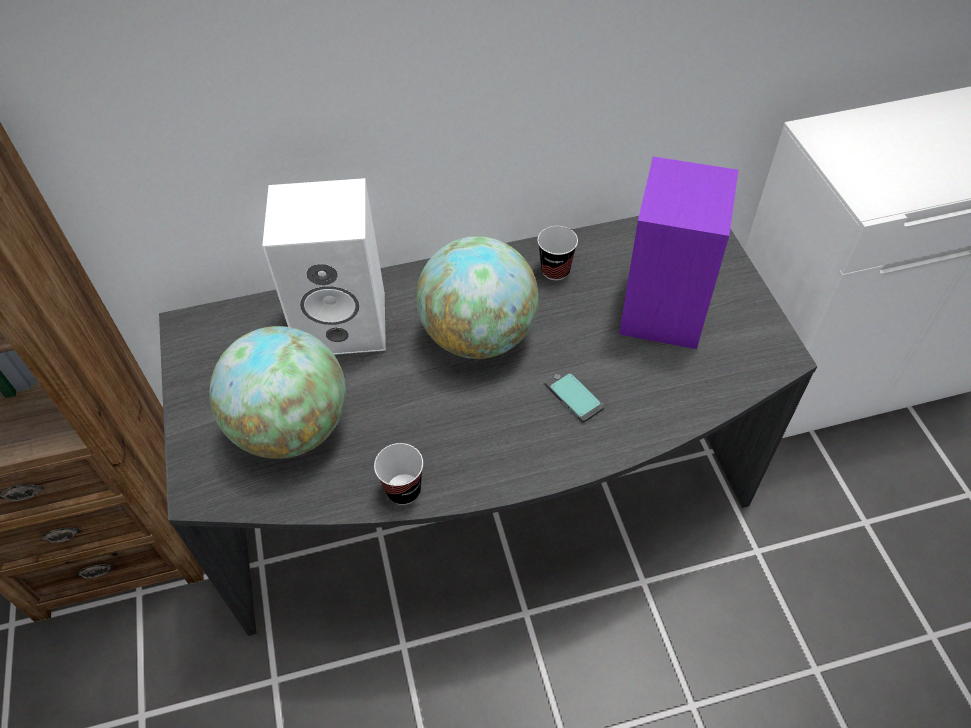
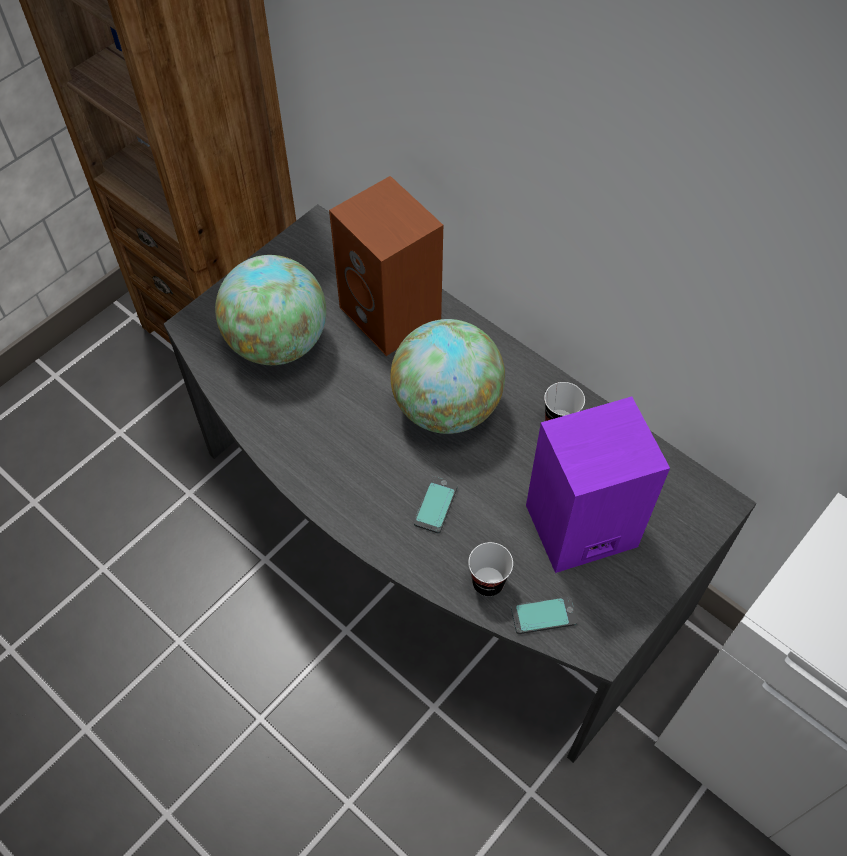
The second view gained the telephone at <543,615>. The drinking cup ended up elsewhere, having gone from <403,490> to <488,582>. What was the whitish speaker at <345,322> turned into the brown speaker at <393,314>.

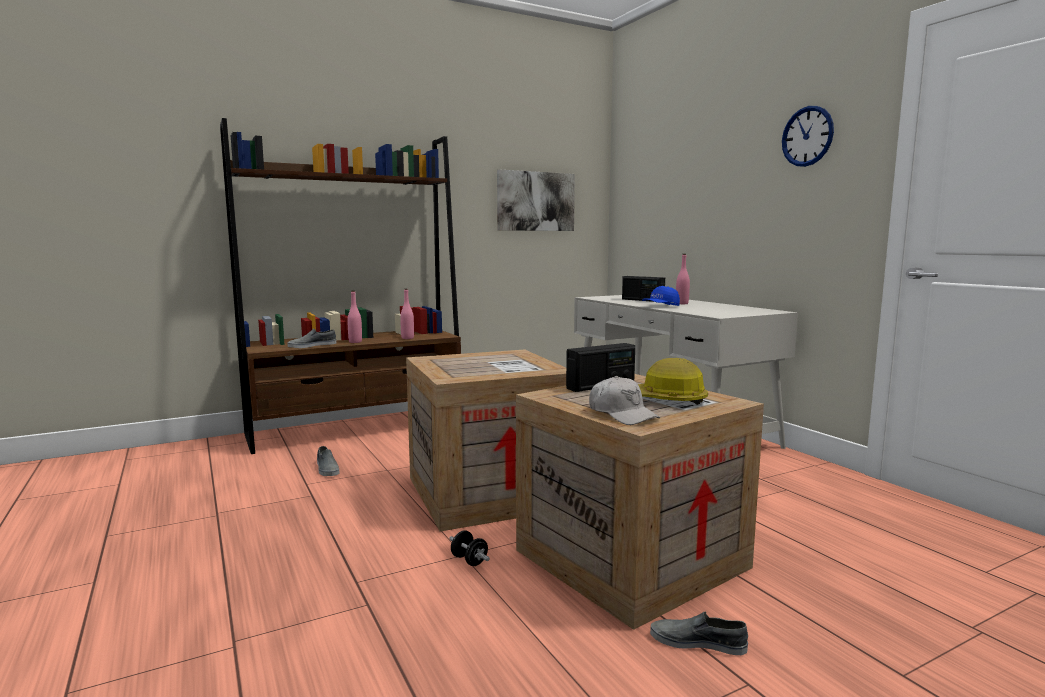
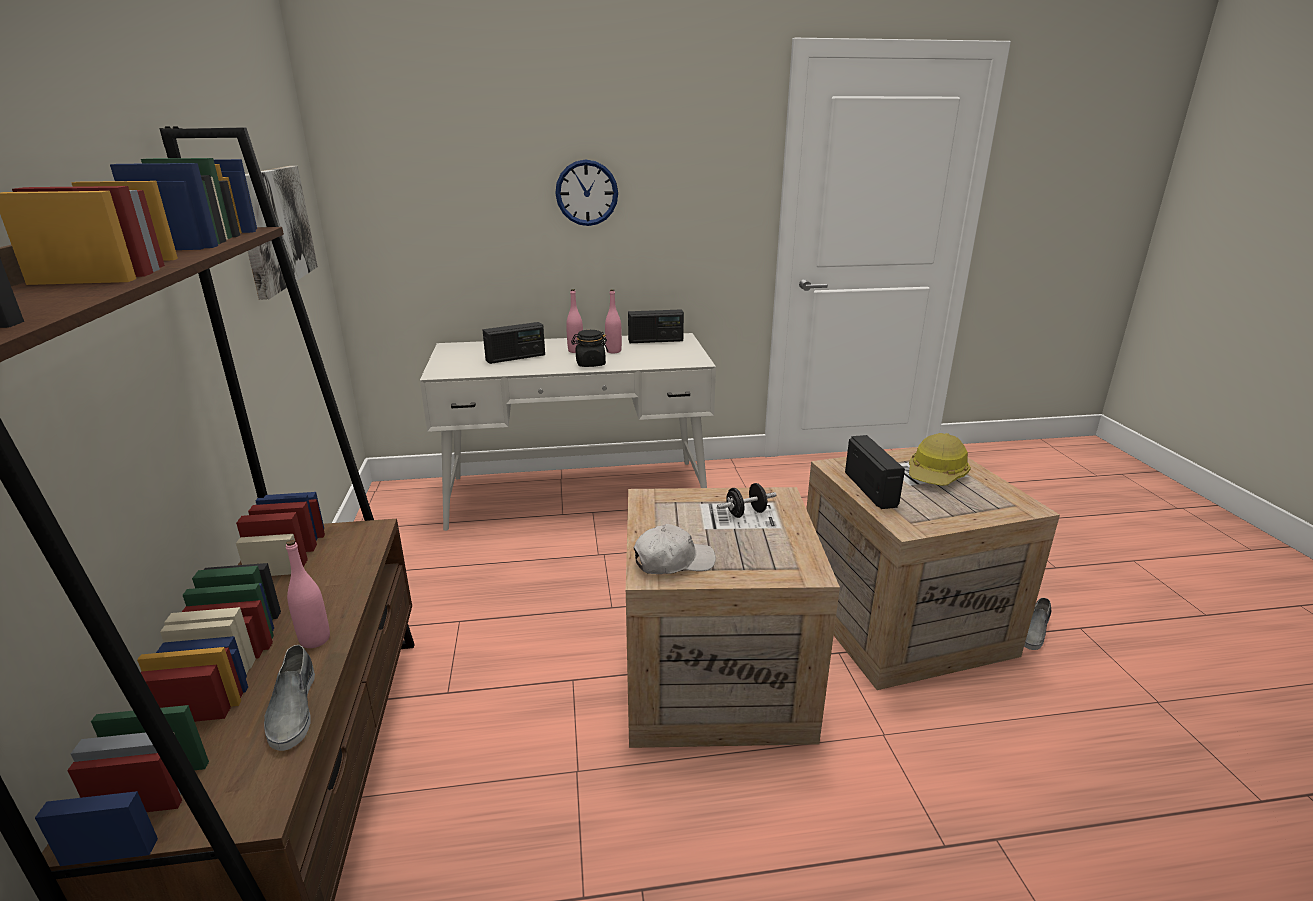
The second view lost the grey low shoe at <327,469>. The second view gained the radio receiver at <655,340>. The pink beverage bottle ended up elsewhere, having gone from <407,338> to <613,351>. The blackish dumbbell ended up elsewhere, having gone from <469,560> to <745,513>. The whitish peaked cap ended up elsewhere, having gone from <622,414> to <673,561>. The clock on the wall ended up elsewhere, having gone from <807,136> to <586,193>. Where the blue-coloured peaked cap stood at <660,306>, the blackish preserve jar came to stand at <590,364>.

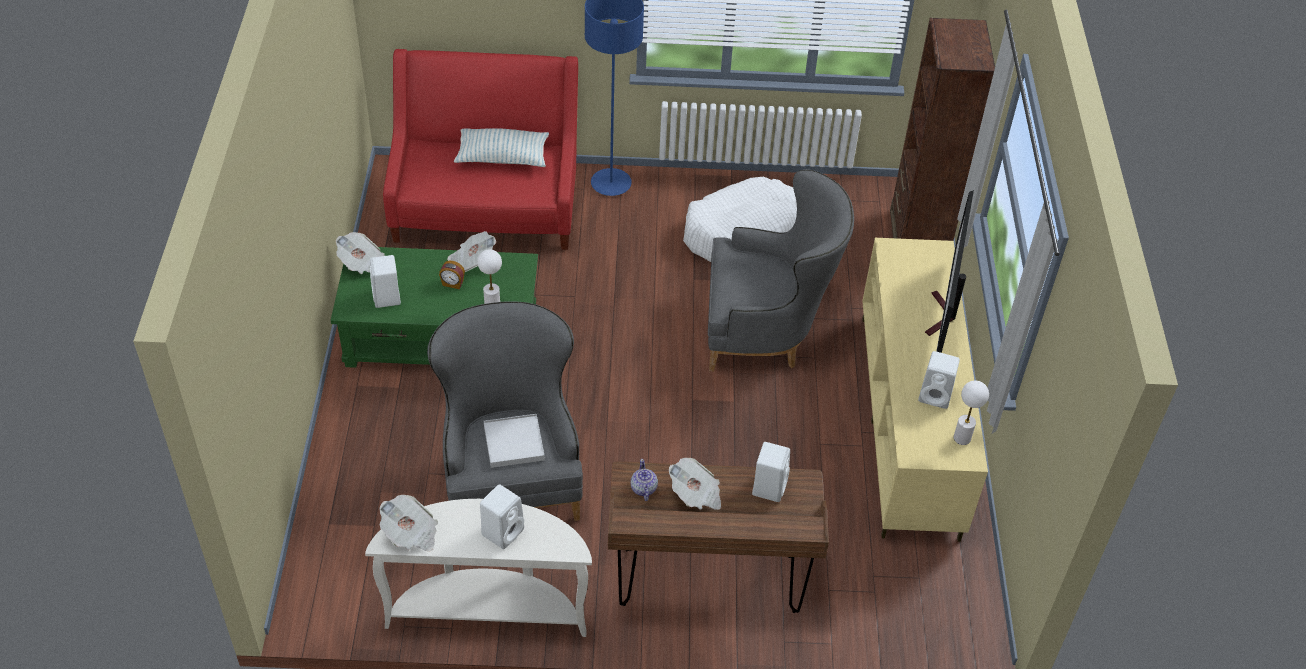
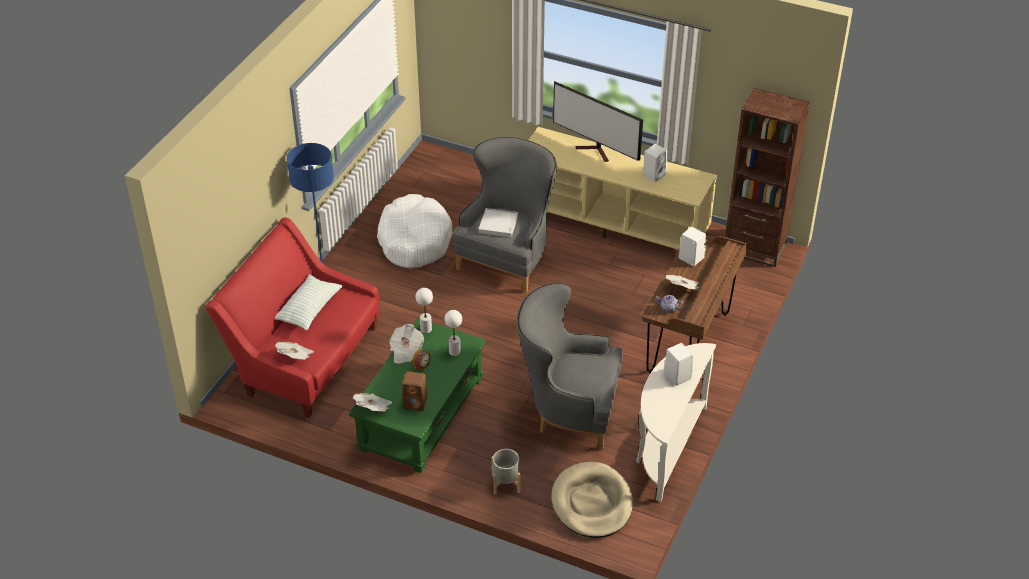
The second view gained the grey planter at <506,483>. The second view gained the beige-coloured pet bed at <592,503>. The printed paper ended up elsewhere, having gone from <411,534> to <295,357>. The whitish carrying tray ended up elsewhere, having gone from <513,443> to <498,224>. The brown shelving unit ended up elsewhere, having gone from <918,236> to <754,248>. The whitish lamp for a table ended up elsewhere, having gone from <961,438> to <426,329>. What was the whitish speaker at <387,298> turned into the brown speaker at <416,403>.

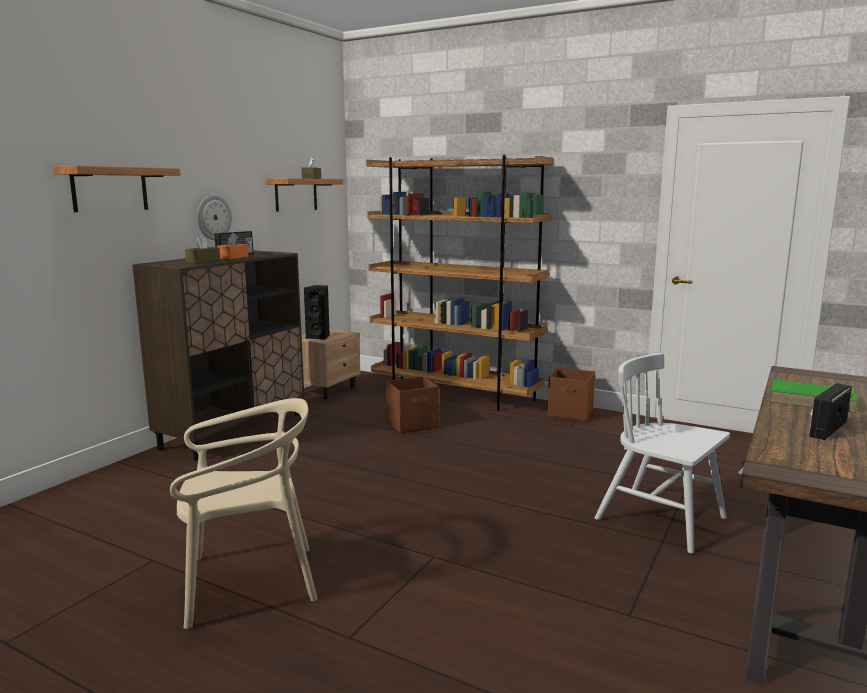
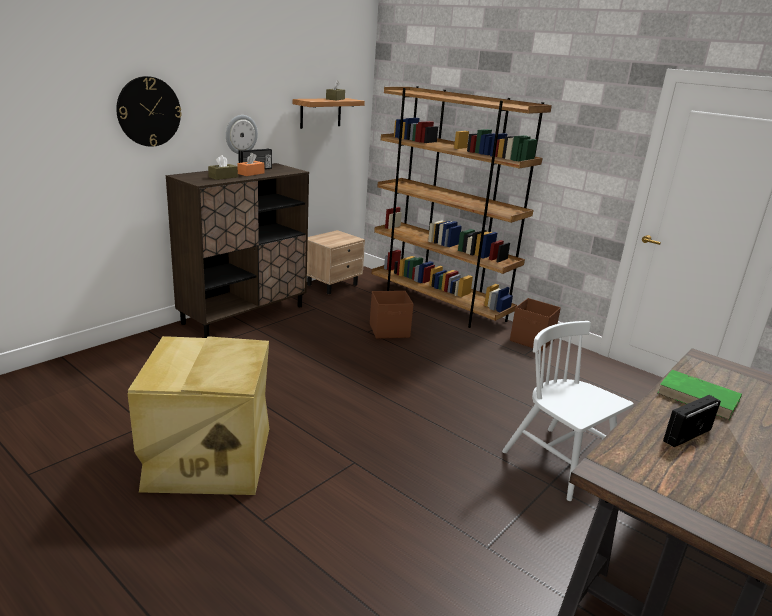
The second view lost the blackish speaker at <319,337>. Where the bracket shelf hung at <110,189>, the clock on the wall came to hang at <149,111>. Where the beige-coloured plain chair stood at <249,582>, the beige-coloured storage bin came to stand at <207,458>.

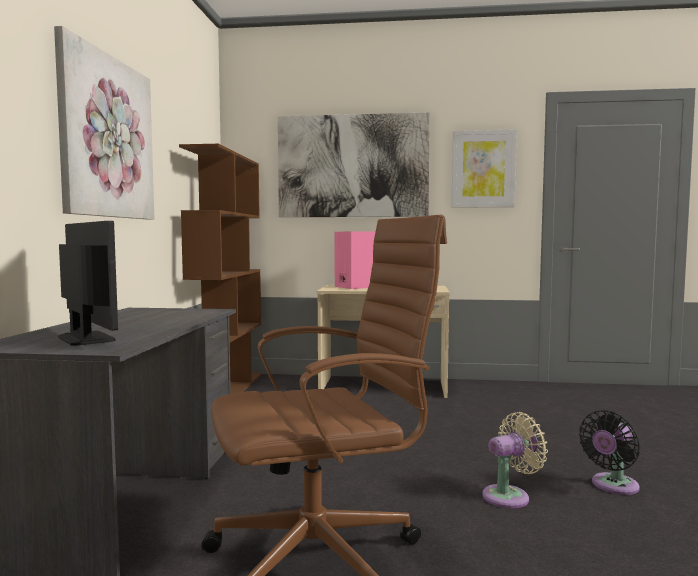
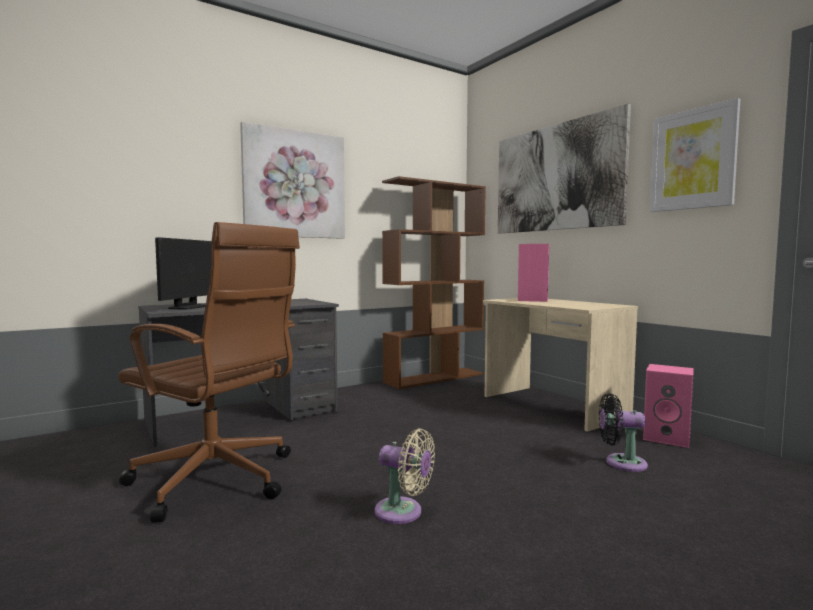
The second view gained the pink speaker at <668,438>. The blackish electric fan ended up elsewhere, having gone from <612,486> to <621,463>.

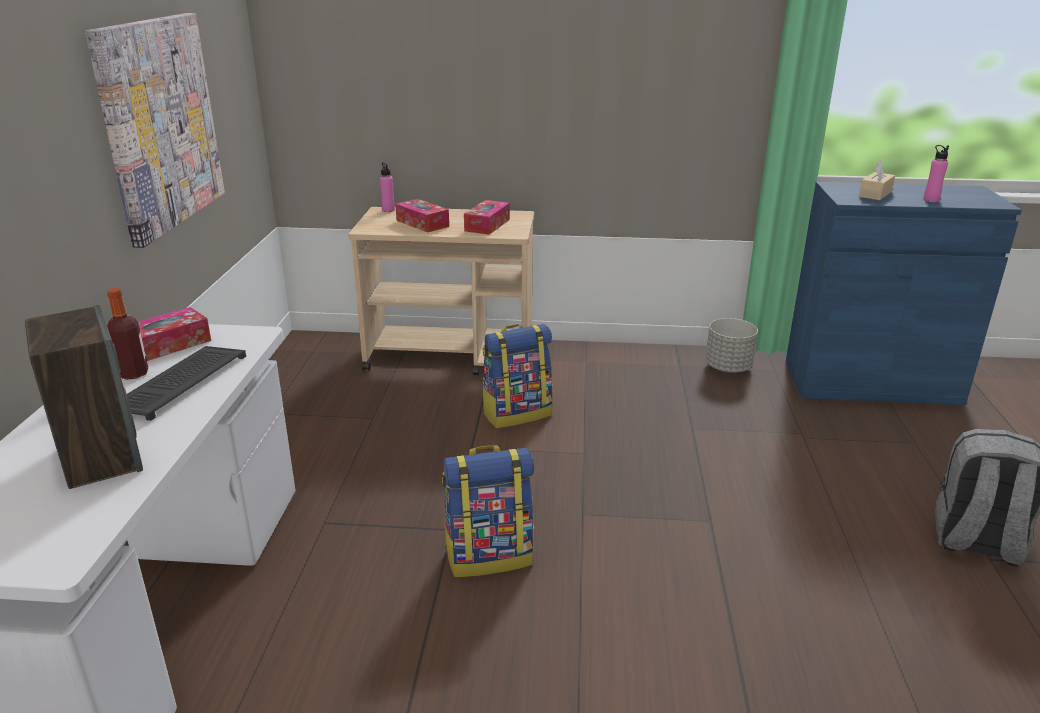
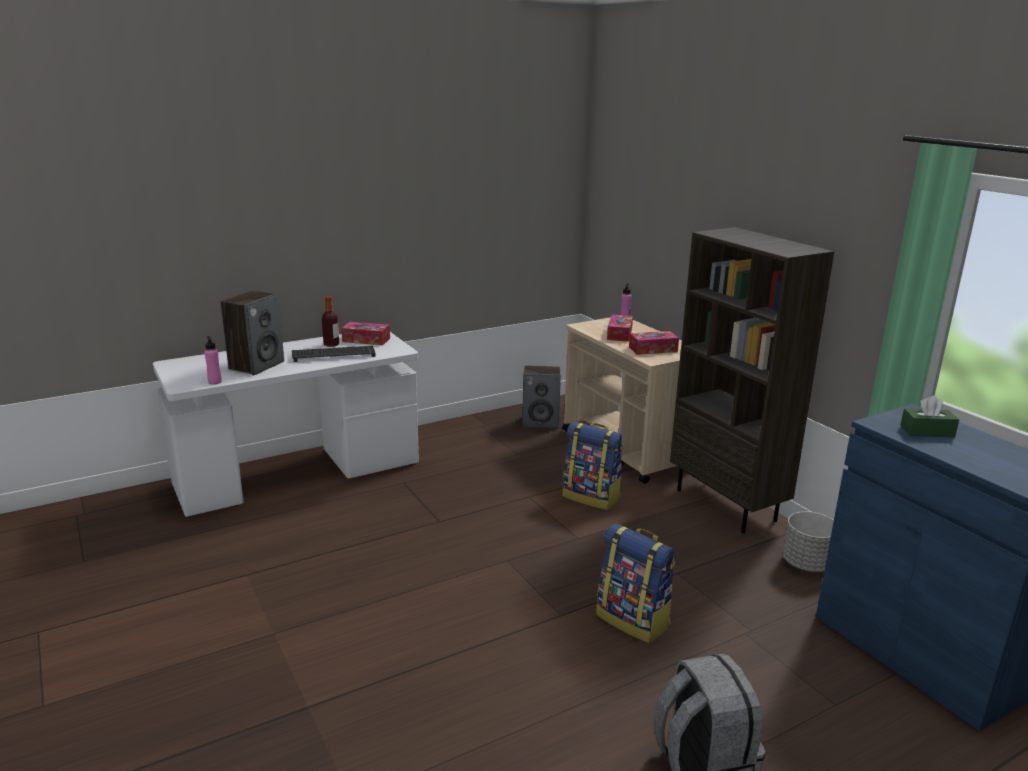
The second view lost the wall picture at <159,124>. The second view gained the speaker at <540,422>. The second view gained the brown shelving unit at <727,505>. The rucksack ended up elsewhere, having gone from <489,555> to <634,620>. The pink beverage bottle ended up elsewhere, having gone from <931,200> to <215,382>. What was the beige-coloured tissue holder at <875,194> turned into the green tissue holder at <927,431>.

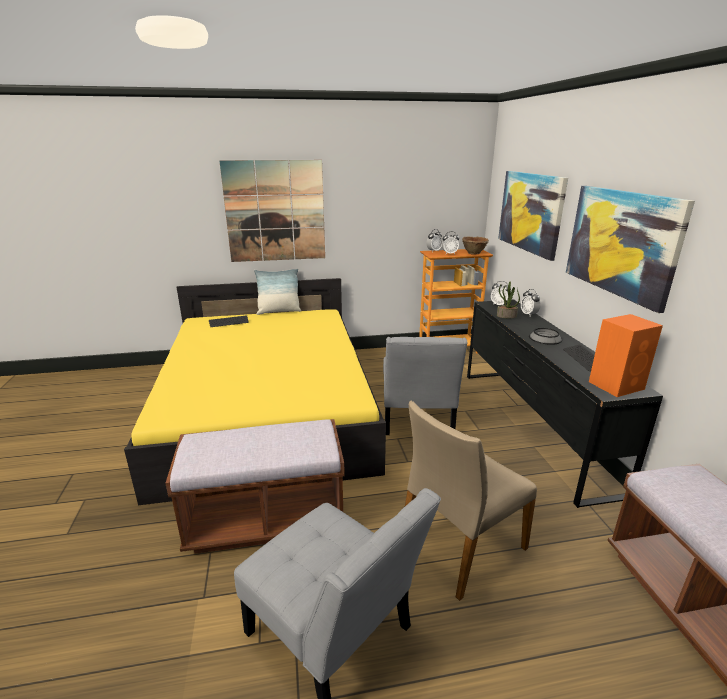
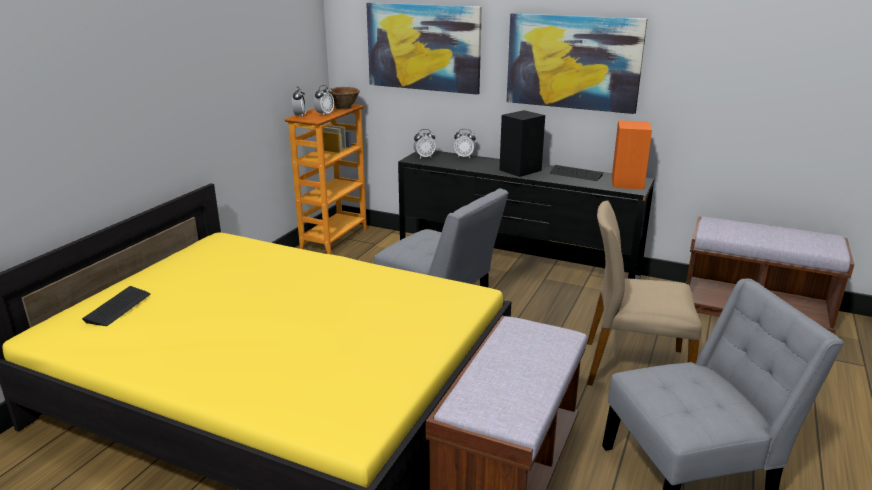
The second view lost the wall picture at <275,211>. The second view lost the throw pillow at <279,311>. The second view lost the houseplant at <506,316>. Where the bowl stood at <545,338>, the blackish speaker came to stand at <521,170>. The beige-coloured plain chair at <460,546> ended up facing another way, 105 degrees clockwise from before.

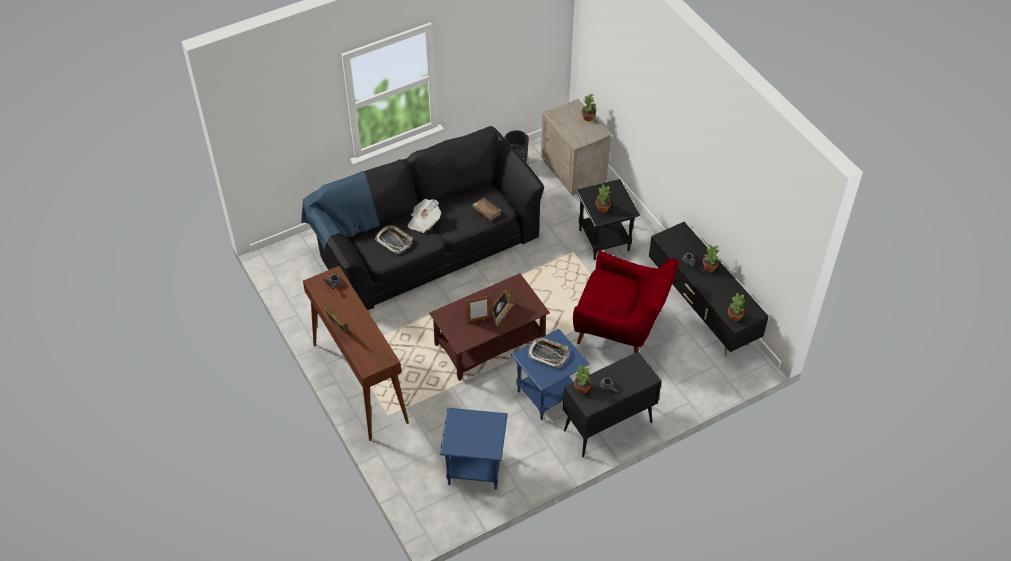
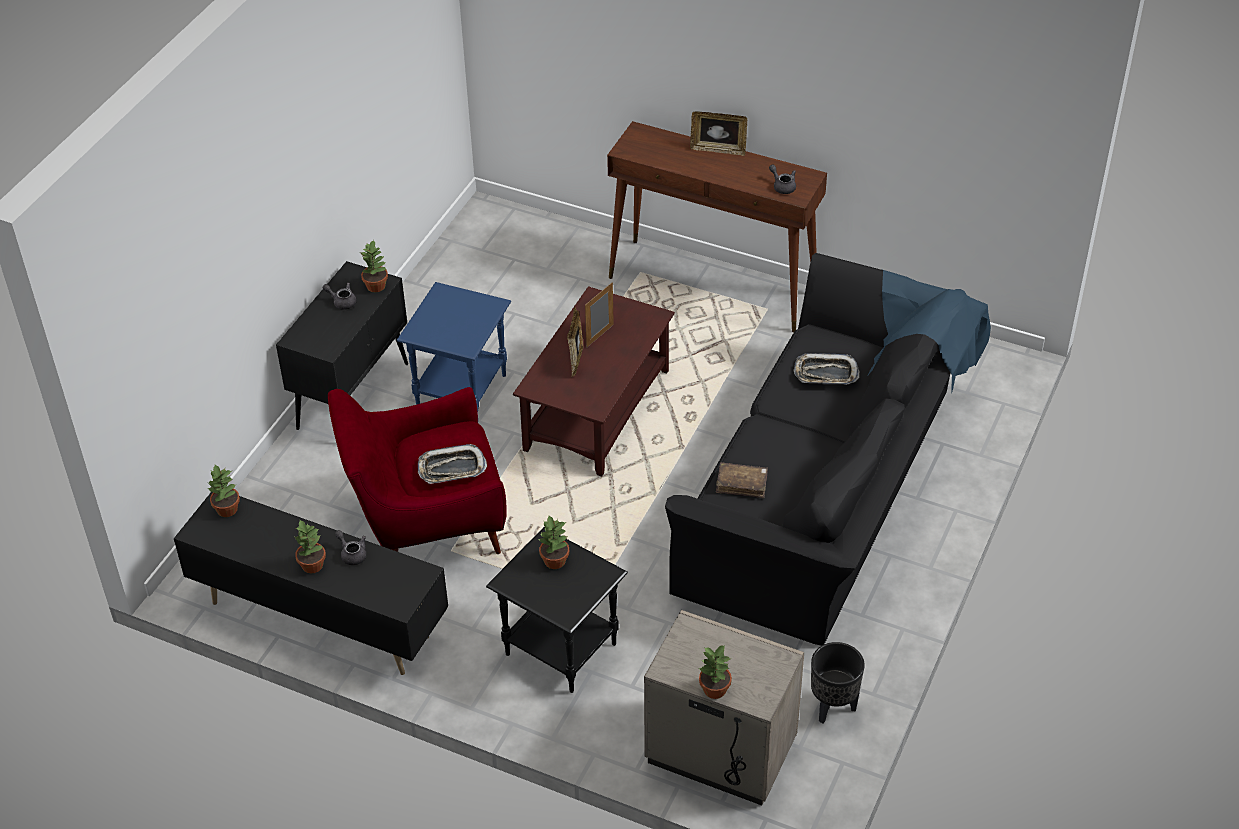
The second view lost the printed paper at <424,222>. The second view lost the blue-coloured side table at <474,468>. The carrying tray ended up elsewhere, having gone from <548,354> to <451,469>.

